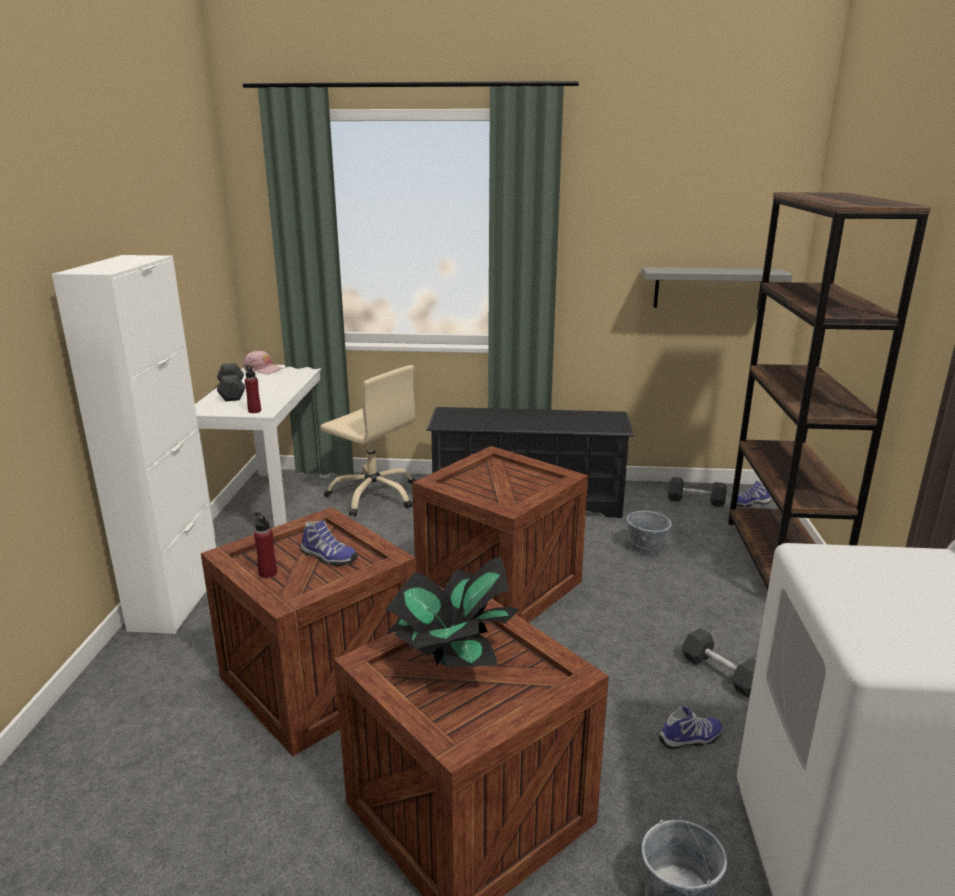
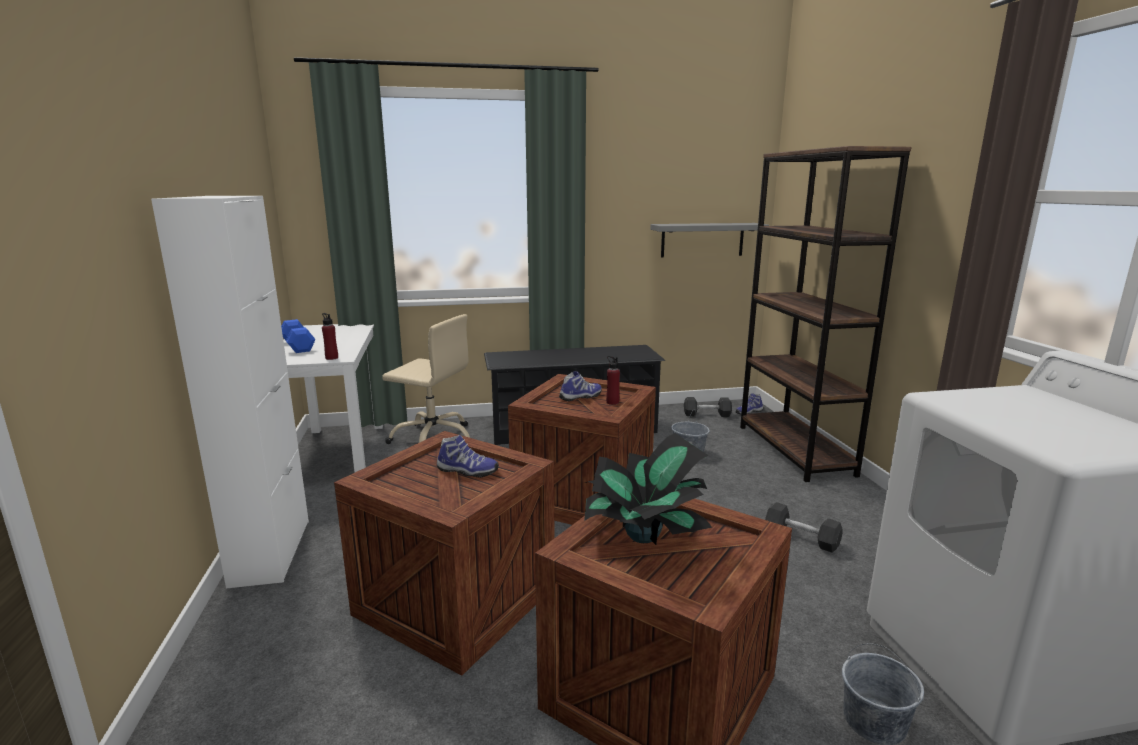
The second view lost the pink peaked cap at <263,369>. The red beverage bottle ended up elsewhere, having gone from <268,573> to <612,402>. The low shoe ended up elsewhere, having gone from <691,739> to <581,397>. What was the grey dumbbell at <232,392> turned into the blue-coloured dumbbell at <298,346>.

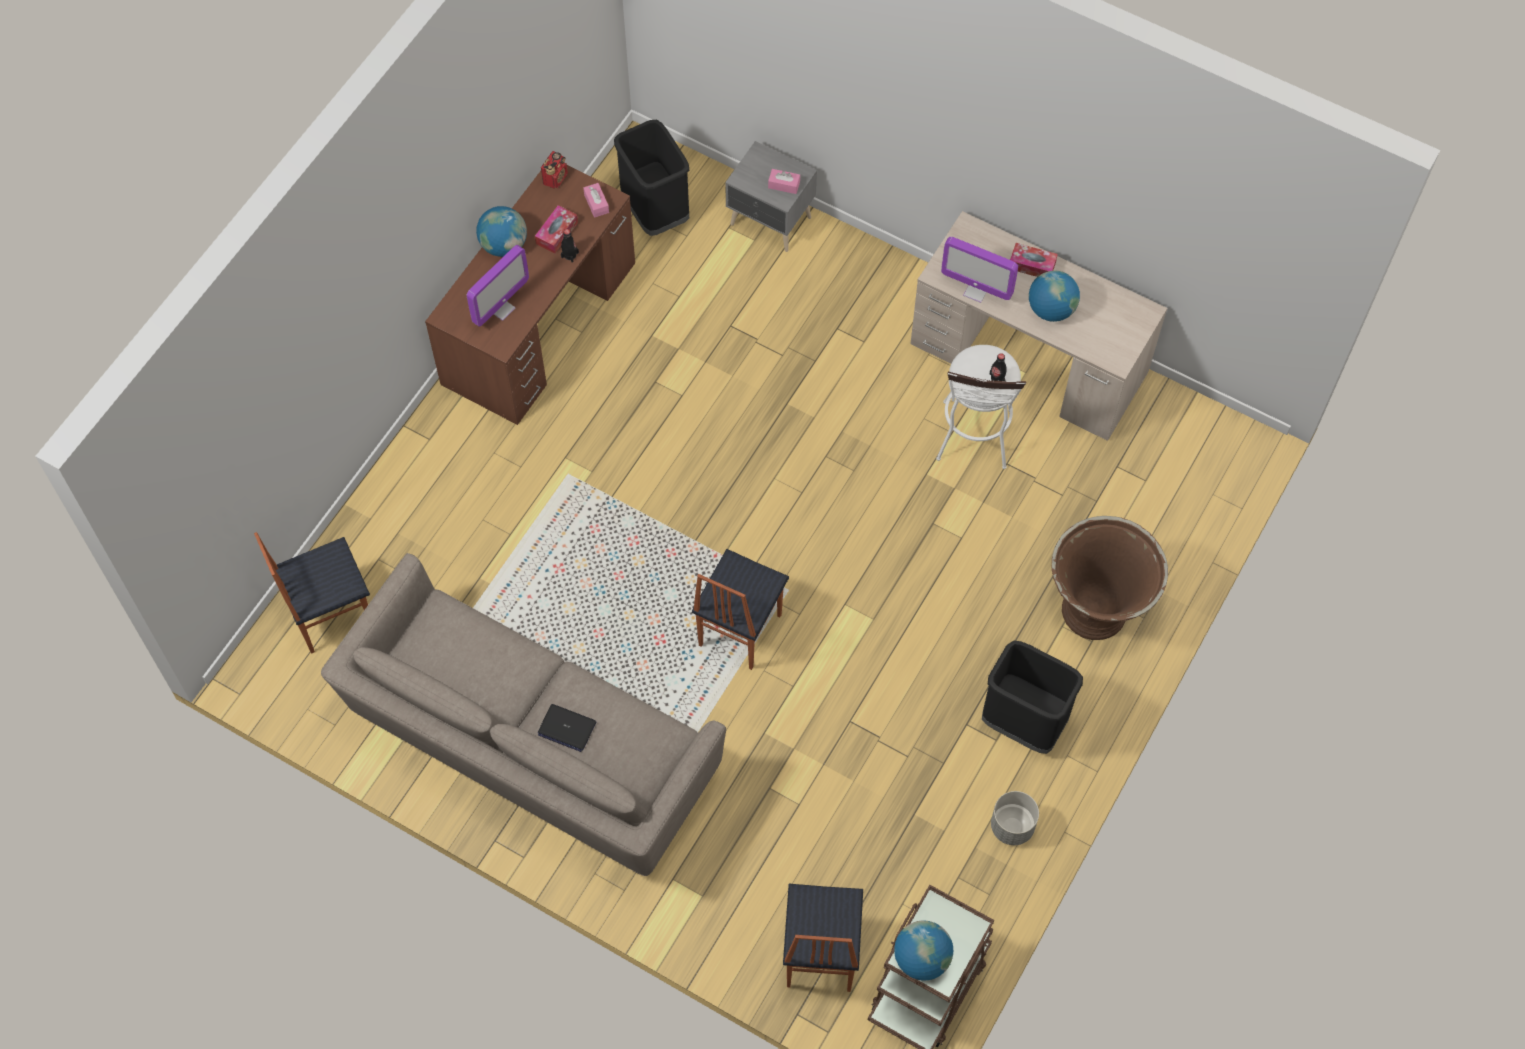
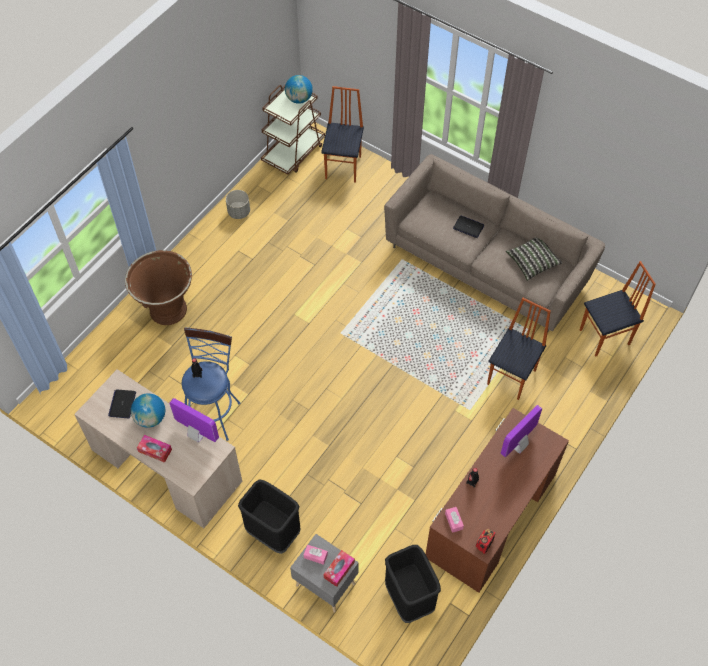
The second view lost the desk globe at <504,245>. The second view gained the laptop at <122,404>. The second view gained the throw pillow at <532,262>. The tissue holder ended up elsewhere, having gone from <557,233> to <339,570>. The plain chair ended up elsewhere, having gone from <738,630> to <512,377>. The blackish trash can ended up elsewhere, having gone from <1024,723> to <273,533>. What was the whitish sitting stool at <974,441> turned into the blue-coloured sitting stool at <214,412>.

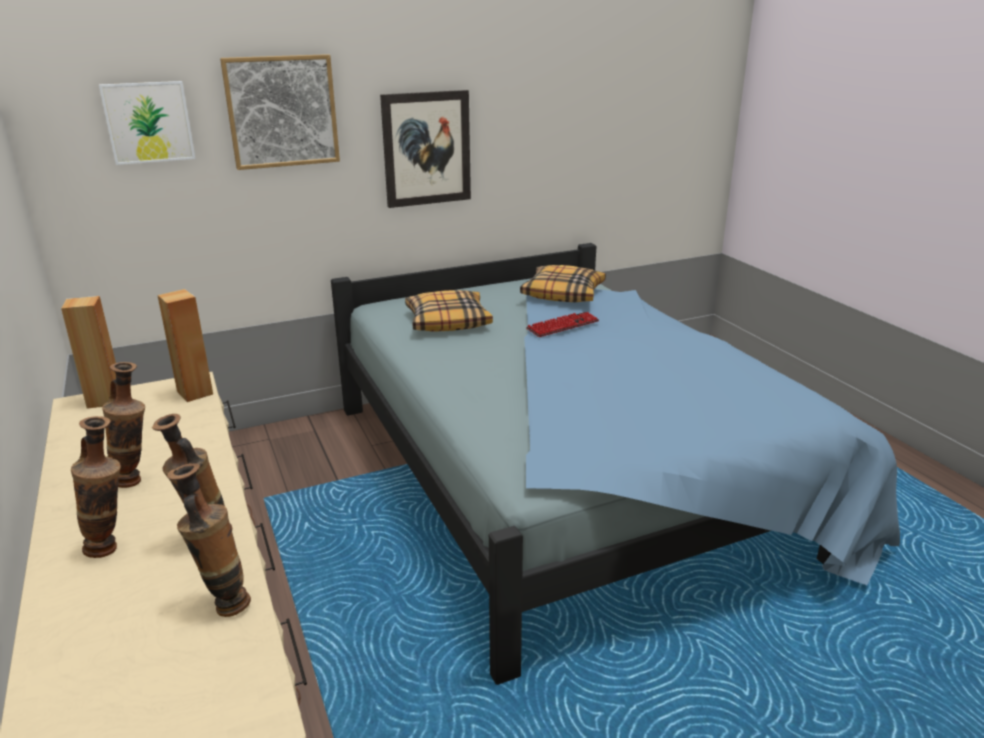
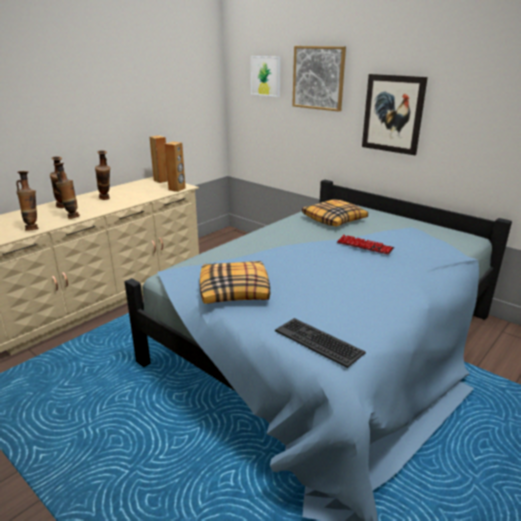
The second view gained the keyboard at <319,342>. The throw pillow ended up elsewhere, having gone from <563,294> to <235,291>.

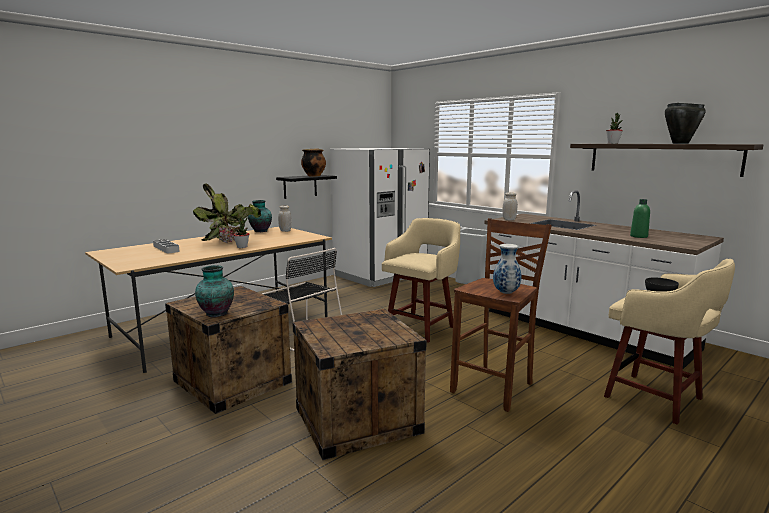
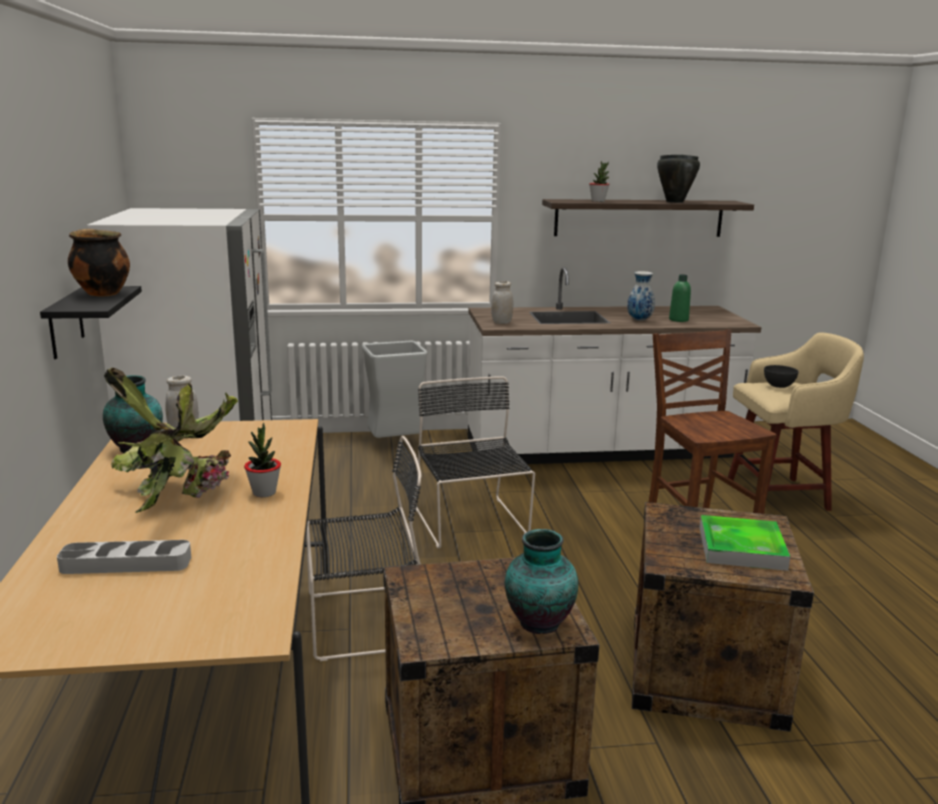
The second view gained the carrying tray at <741,548>. The decorative vase ended up elsewhere, having gone from <505,292> to <639,320>. Where the beige-coloured sitting stool stood at <421,328>, the blackish plain chair came to stand at <471,524>.

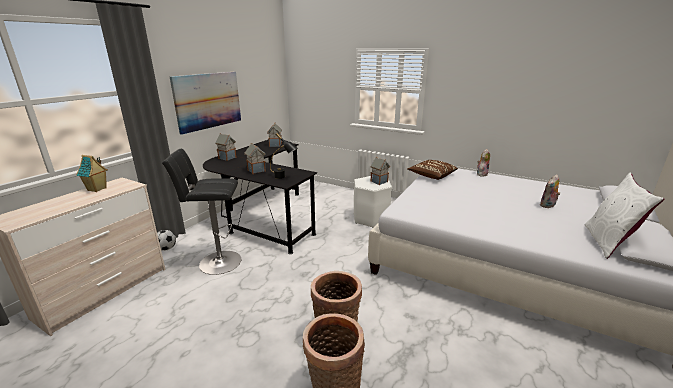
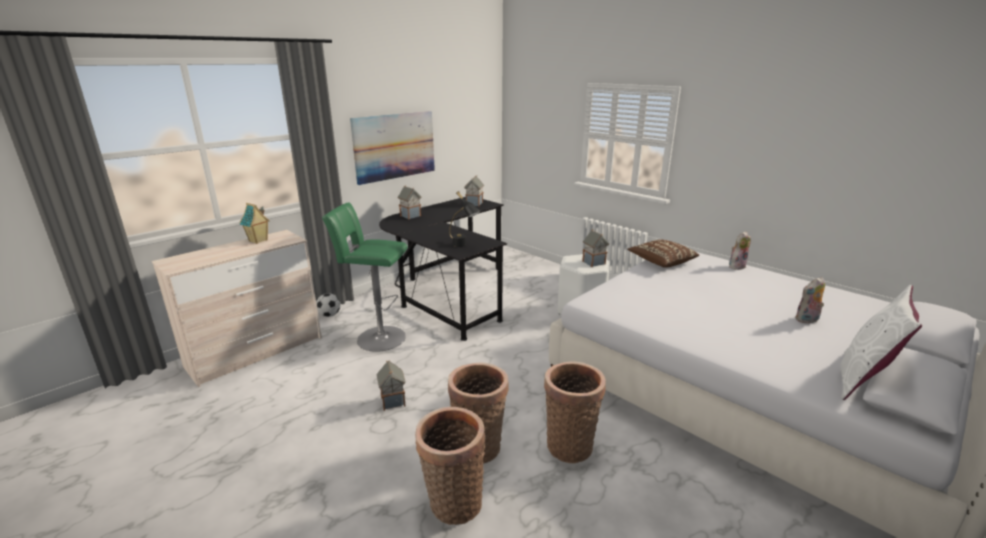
The second view gained the household basket at <569,444>. The miniature house ended up elsewhere, having gone from <256,170> to <392,401>. What was the blackish sitting stool at <217,262> turned into the green sitting stool at <377,338>.

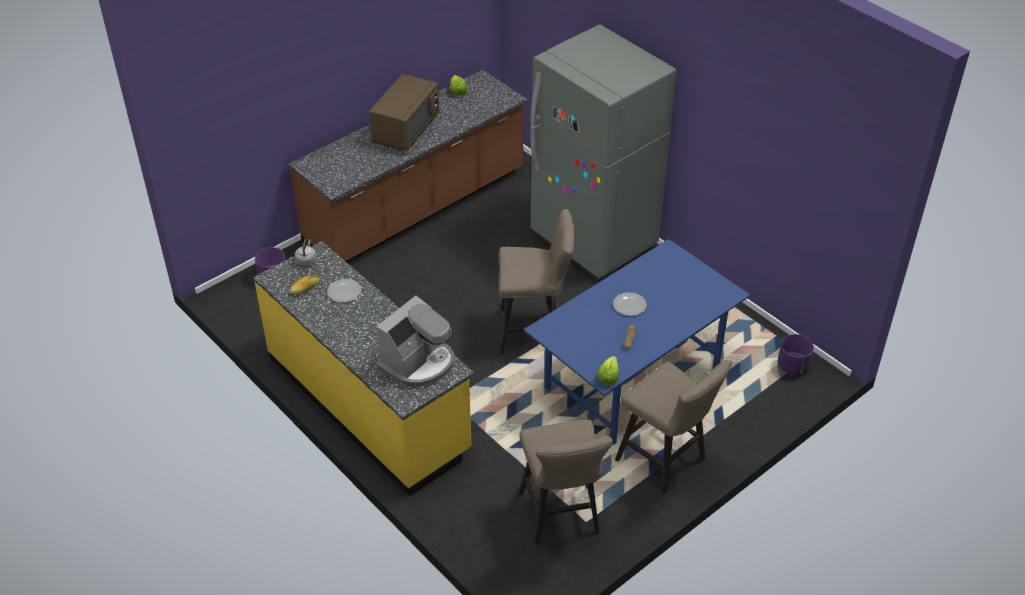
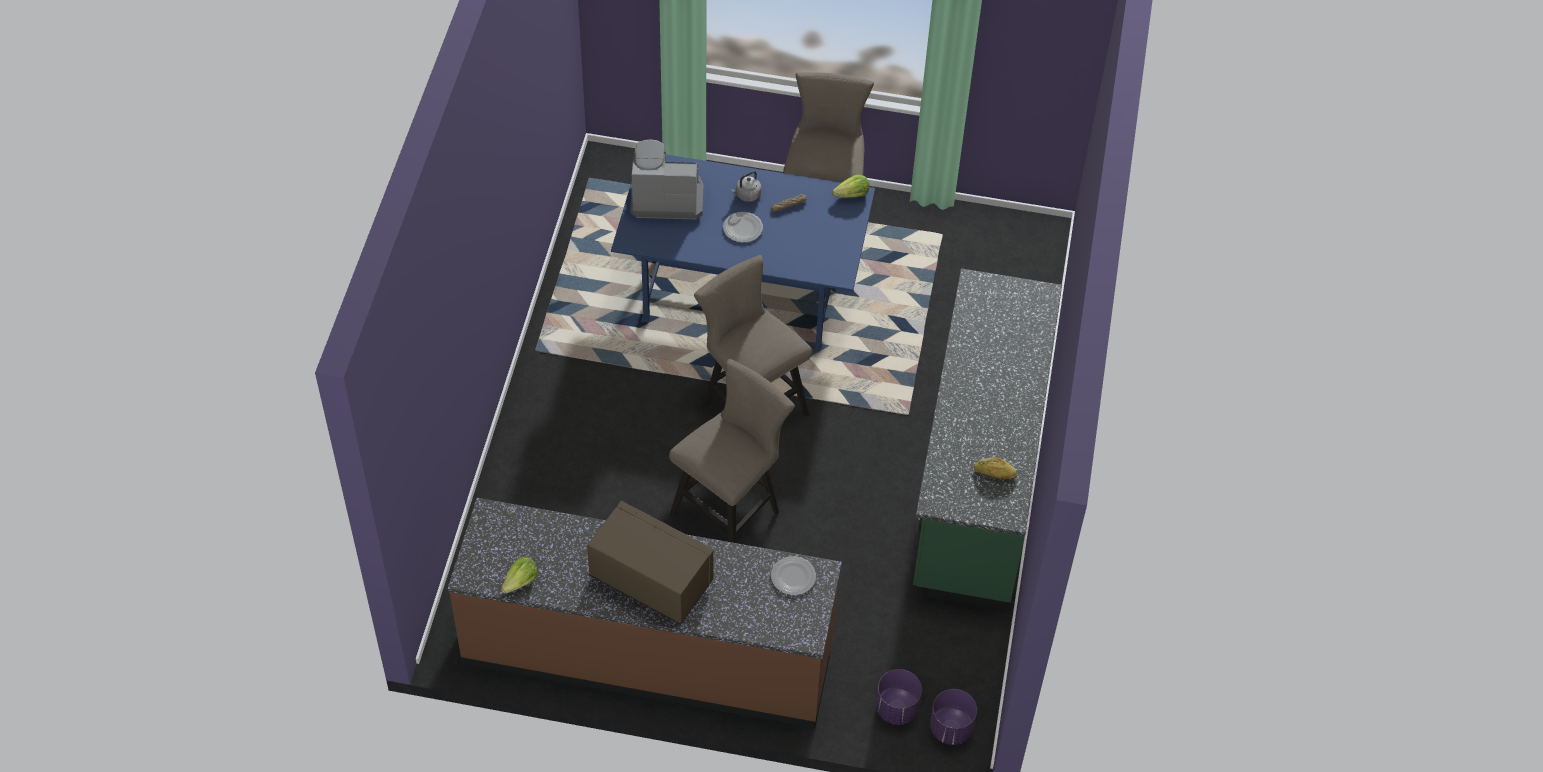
The second view lost the grey fridge at <594,239>. The grey water kettle ended up elsewhere, having gone from <306,260> to <747,195>. The flat dish ended up elsewhere, having gone from <344,291> to <792,577>. The coffee maker ended up elsewhere, having gone from <418,363> to <666,196>. The beige-coloured sitting stool ended up elsewhere, having gone from <561,517> to <731,510>. The purplish planter ended up elsewhere, having gone from <793,366> to <950,728>. What was the yellowish counter at <369,404> turned into the green counter at <977,478>. The brown microwave at <406,129> ended up facing another way, 45 degrees clockwise from before.

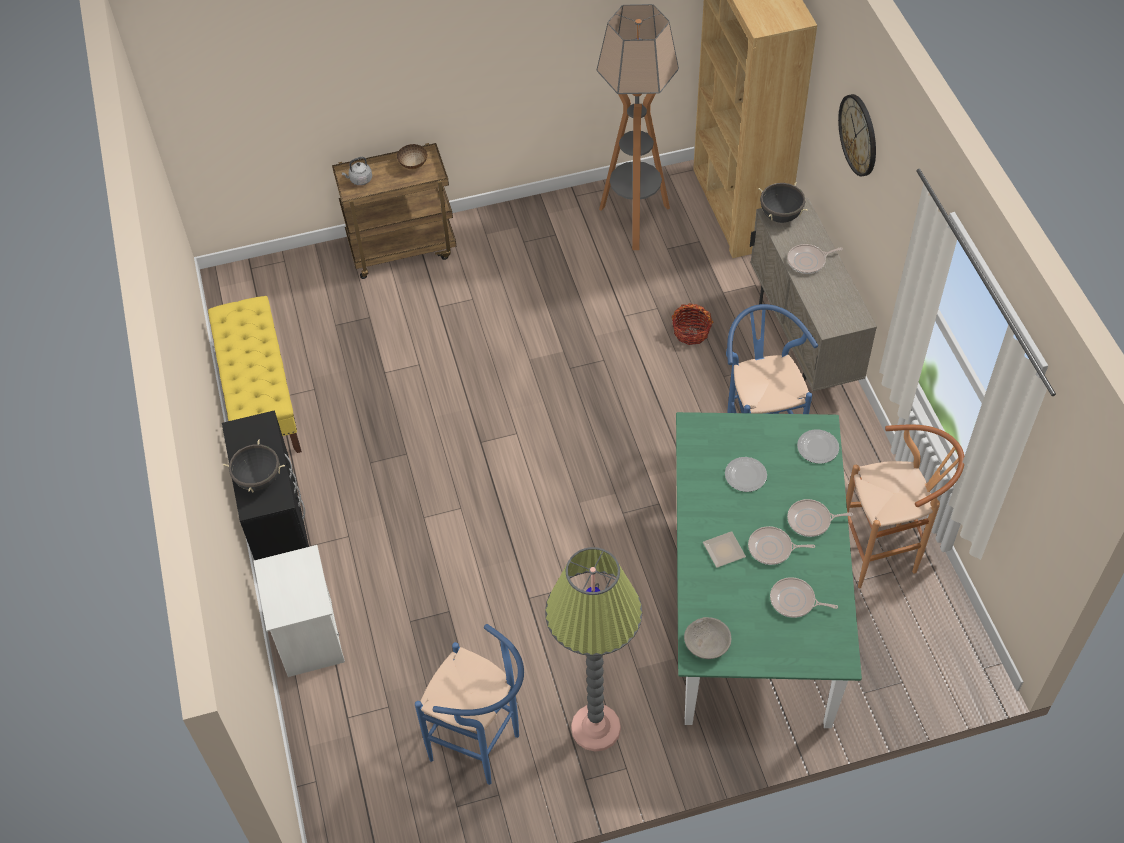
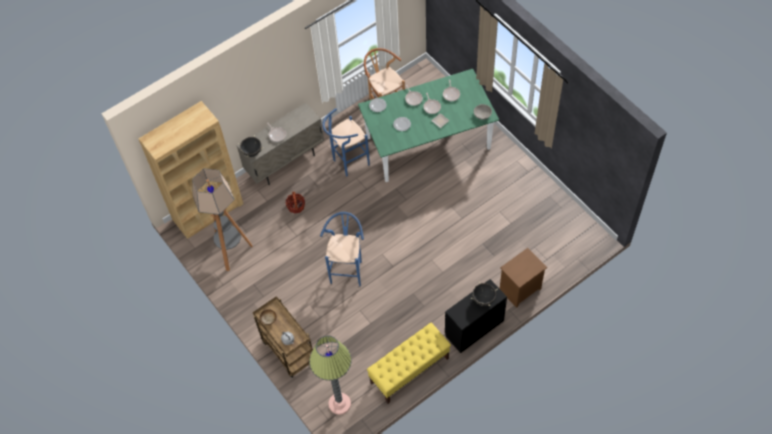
The second view lost the clock on the wall at <858,135>. The blue-coloured sitting stool ended up elsewhere, having gone from <483,749> to <347,269>. The floor lamp ended up elsewhere, having gone from <595,728> to <339,404>. What was the whitish nightstand at <308,637> turned into the brown nightstand at <520,290>.

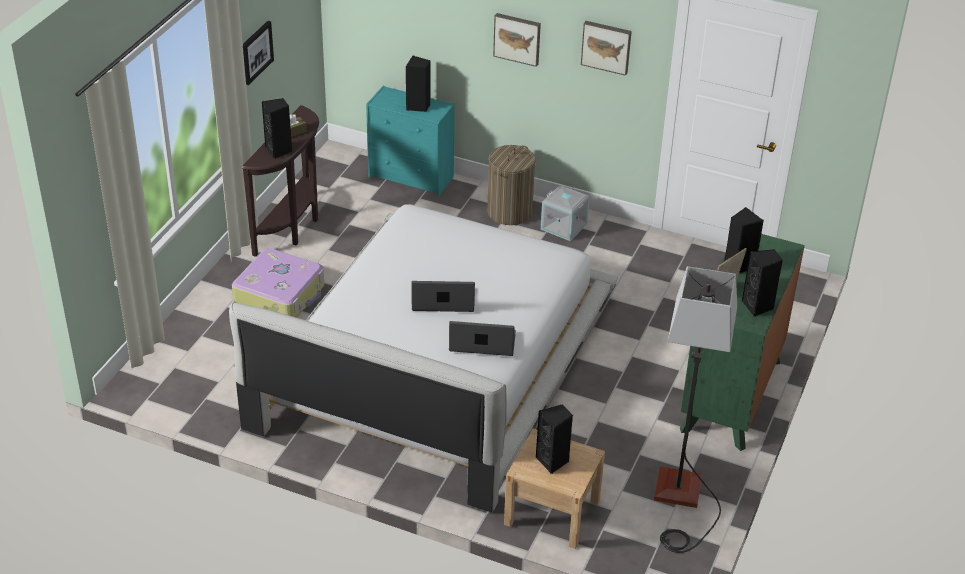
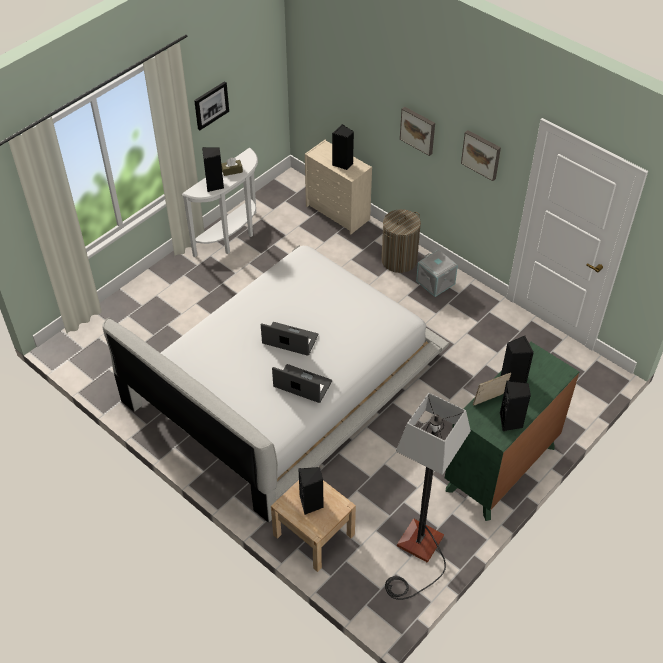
The second view lost the piece of luggage at <280,295>. What was the brown narrow table at <293,227> turned into the whitish narrow table at <232,238>. What was the turquoise-coloured chest of drawers at <412,177> turned into the beige-coloured chest of drawers at <338,213>.

